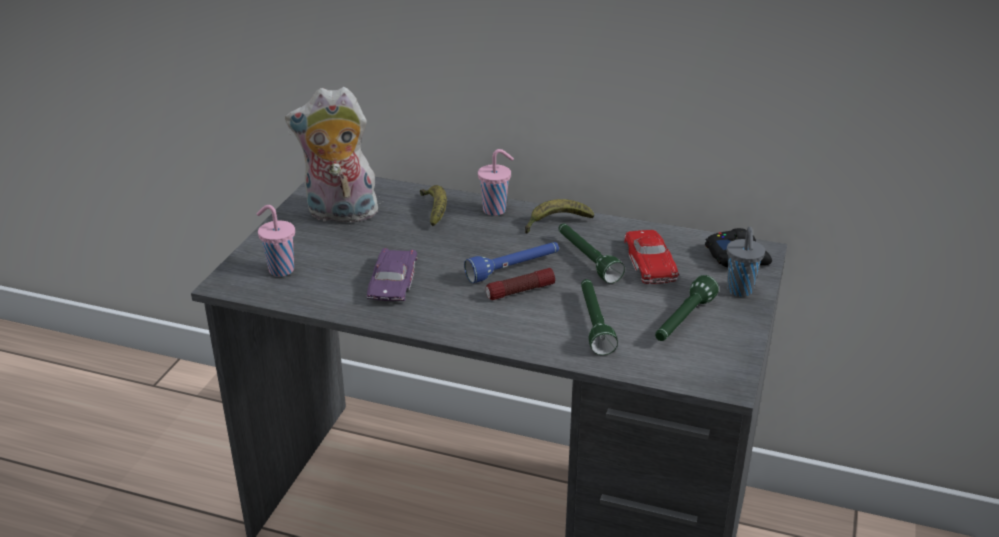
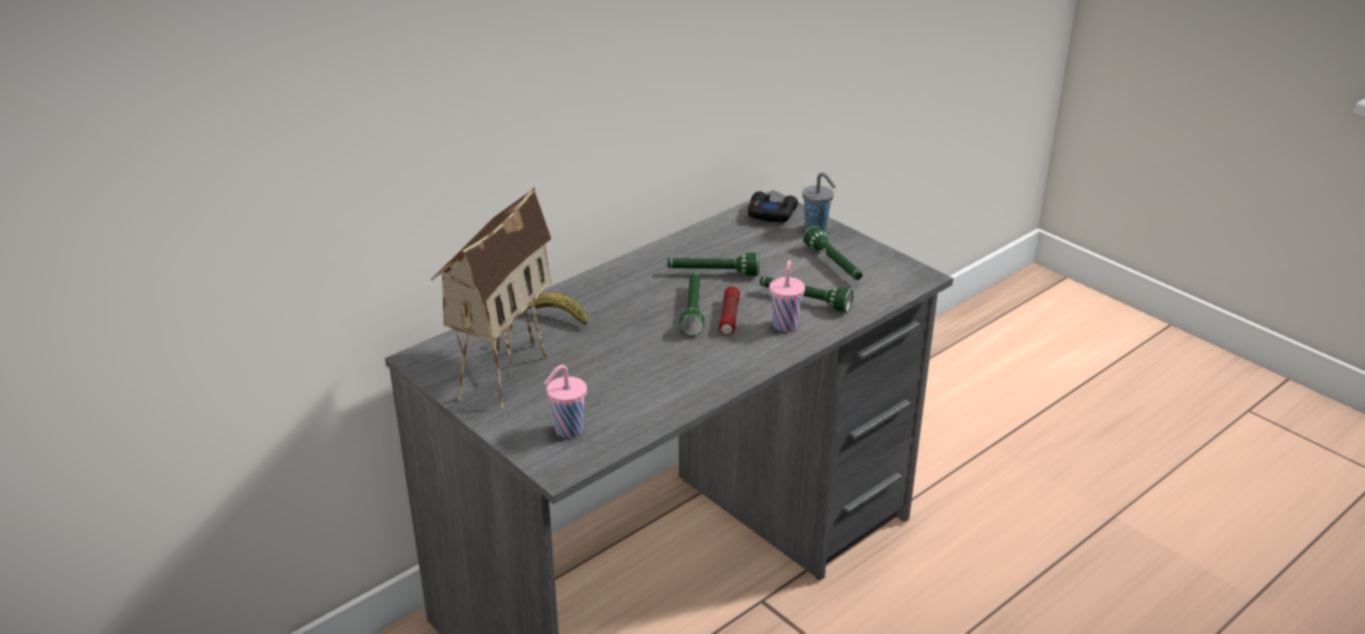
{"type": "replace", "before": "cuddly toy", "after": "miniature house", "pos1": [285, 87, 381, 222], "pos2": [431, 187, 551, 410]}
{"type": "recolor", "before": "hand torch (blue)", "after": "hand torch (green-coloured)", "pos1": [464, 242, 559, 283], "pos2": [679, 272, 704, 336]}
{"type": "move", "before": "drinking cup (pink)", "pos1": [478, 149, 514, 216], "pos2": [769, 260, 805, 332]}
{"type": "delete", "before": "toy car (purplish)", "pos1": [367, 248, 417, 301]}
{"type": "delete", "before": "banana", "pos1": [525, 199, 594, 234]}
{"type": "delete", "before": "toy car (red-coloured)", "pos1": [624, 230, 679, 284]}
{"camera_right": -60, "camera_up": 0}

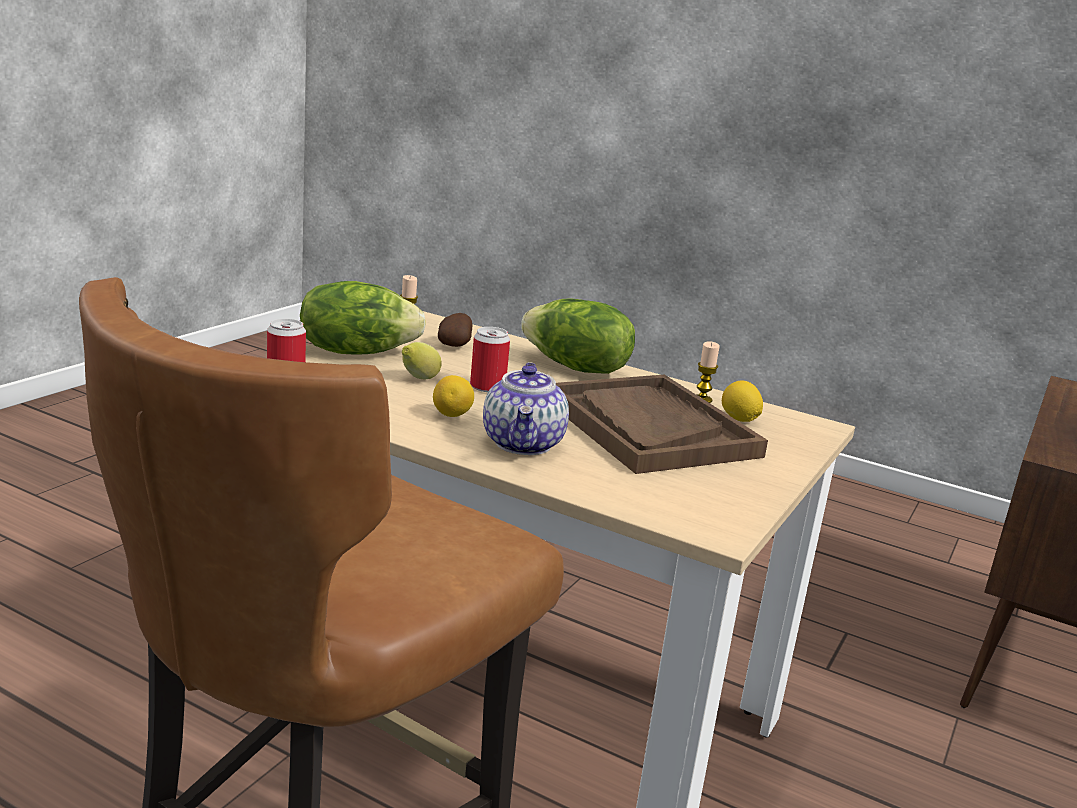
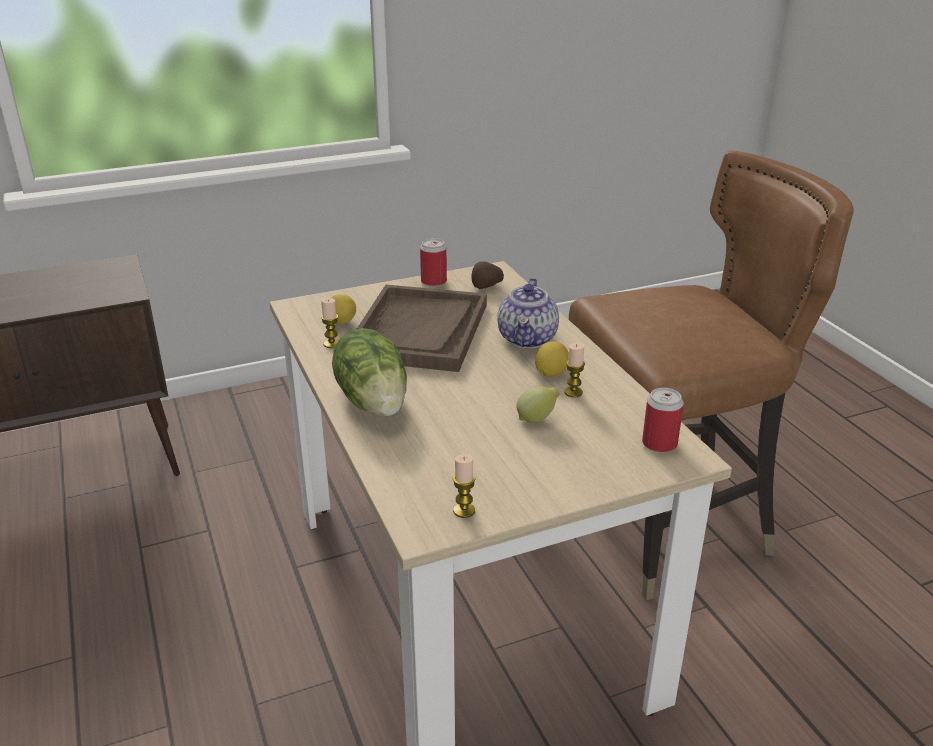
{"type": "move", "before": "sealed can", "pos1": [470, 327, 510, 392], "pos2": [420, 238, 447, 287]}
{"type": "move", "before": "potato", "pos1": [438, 313, 472, 347], "pos2": [471, 262, 504, 289]}
{"type": "rotate", "before": "teapot", "pos1": [483, 362, 569, 455], "pos2": [497, 278, 559, 348], "turn": 150}
{"type": "insert", "after": "wax light", "pos2": [564, 342, 585, 397]}
{"type": "delete", "before": "head of lettuce", "pos1": [300, 281, 426, 354]}
{"camera_right": -140, "camera_up": 10}

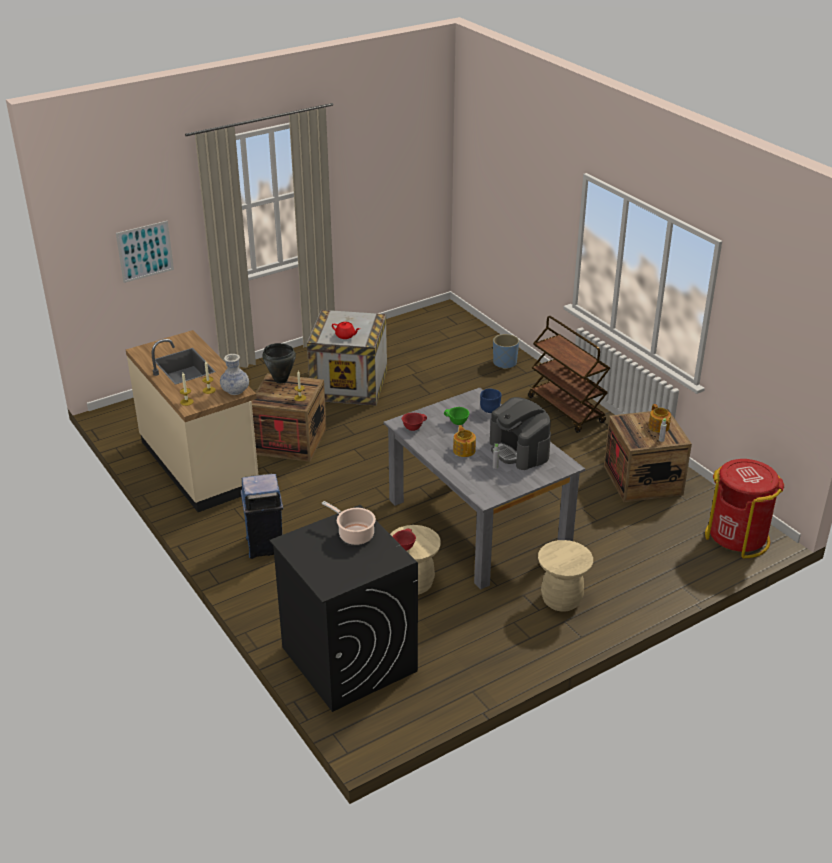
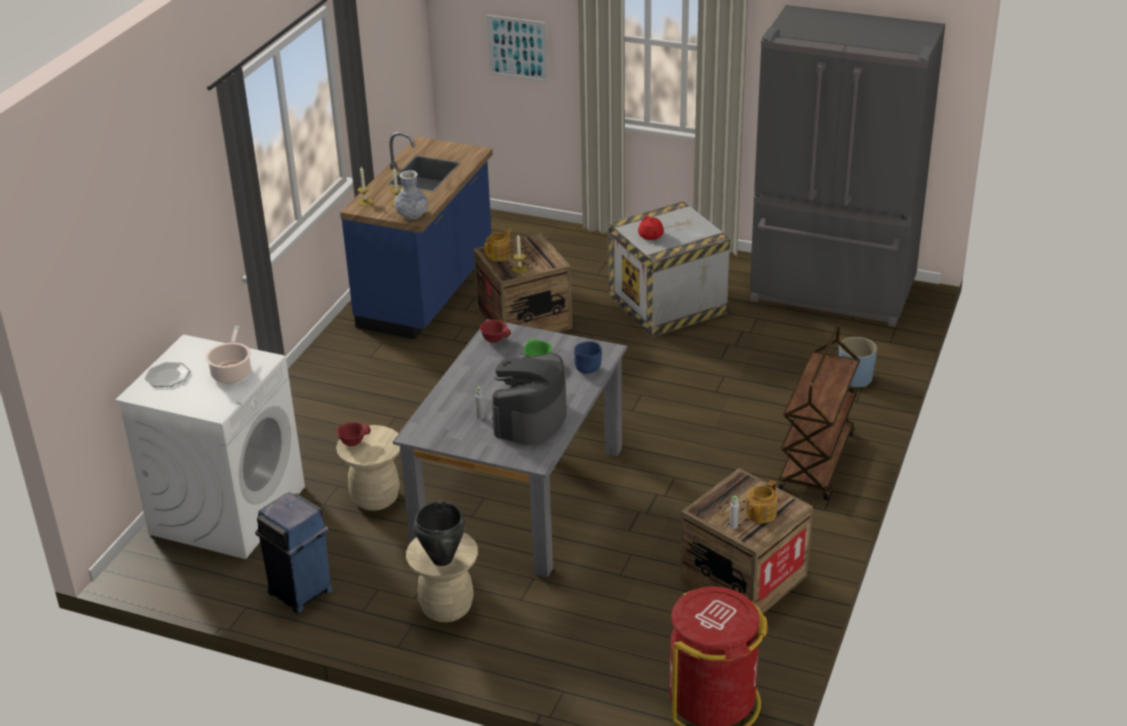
{"type": "recolor", "before": "laundry appliance (black)", "after": "laundry appliance (whitish)", "pos1": [270, 505, 418, 712], "pos2": [115, 334, 305, 559]}
{"type": "insert", "after": "plate", "pos2": [145, 362, 190, 387]}
{"type": "move", "before": "trash can (blue)", "pos1": [241, 473, 283, 559], "pos2": [255, 492, 332, 613]}
{"type": "recolor", "before": "counter (beige)", "after": "counter (blue)", "pos1": [126, 330, 258, 512], "pos2": [340, 132, 493, 339]}
{"type": "move", "before": "saucepot (black)", "pos1": [262, 343, 296, 383], "pos2": [413, 501, 465, 566]}
{"type": "move", "before": "teapot", "pos1": [453, 425, 476, 457], "pos2": [484, 229, 511, 261]}
{"type": "insert", "after": "kitchen fridge (gray)", "pos2": [750, 5, 945, 327]}
{"camera_right": 55, "camera_up": 0}

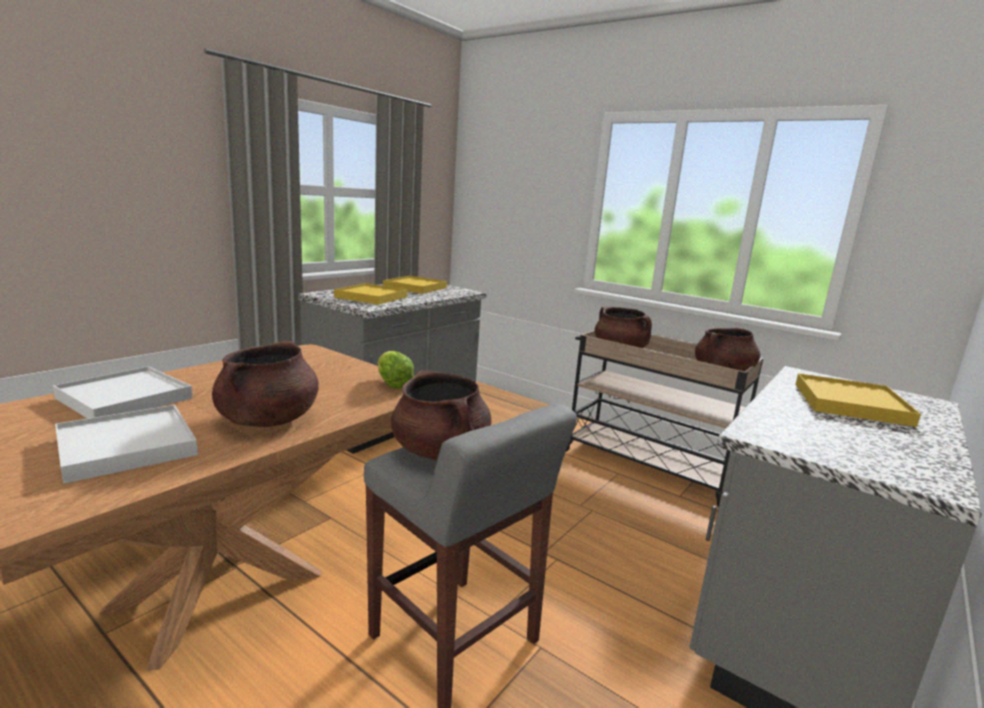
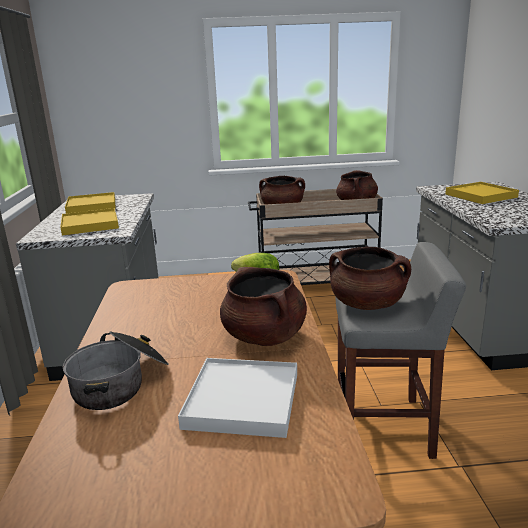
{"type": "replace", "before": "carrying tray (whitish)", "after": "saucepot", "pos1": [53, 366, 193, 419], "pos2": [63, 331, 169, 410]}
{"camera_right": -40, "camera_up": 5}

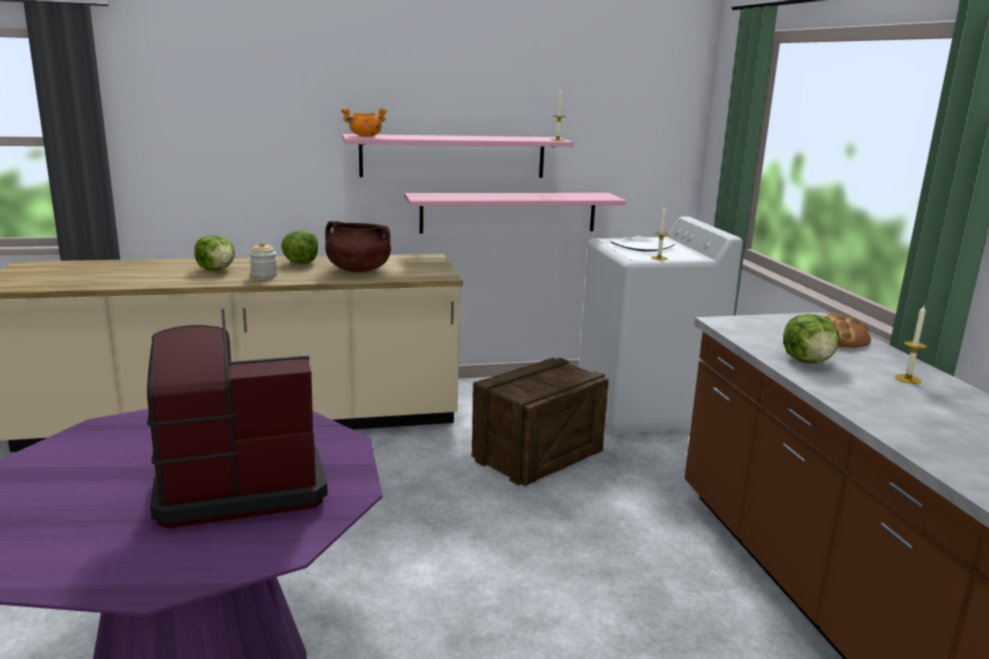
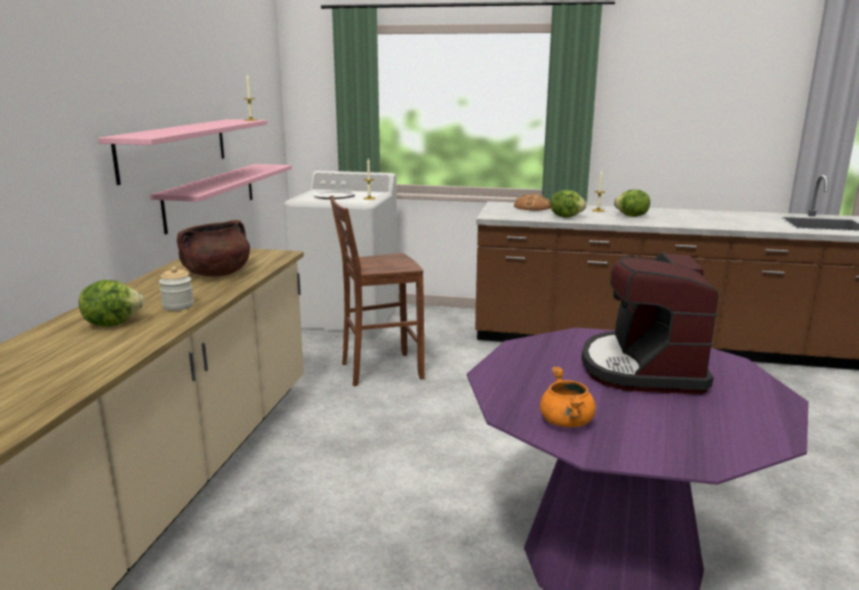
{"type": "replace", "before": "packing crate", "after": "stool (brownish)", "pos1": [471, 358, 609, 486], "pos2": [330, 196, 425, 386]}
{"type": "move", "before": "saucepot (orange)", "pos1": [341, 108, 387, 137], "pos2": [540, 367, 596, 427]}
{"type": "move", "before": "head of lettuce", "pos1": [281, 230, 318, 264], "pos2": [614, 189, 650, 217]}
{"camera_right": -65, "camera_up": 0}

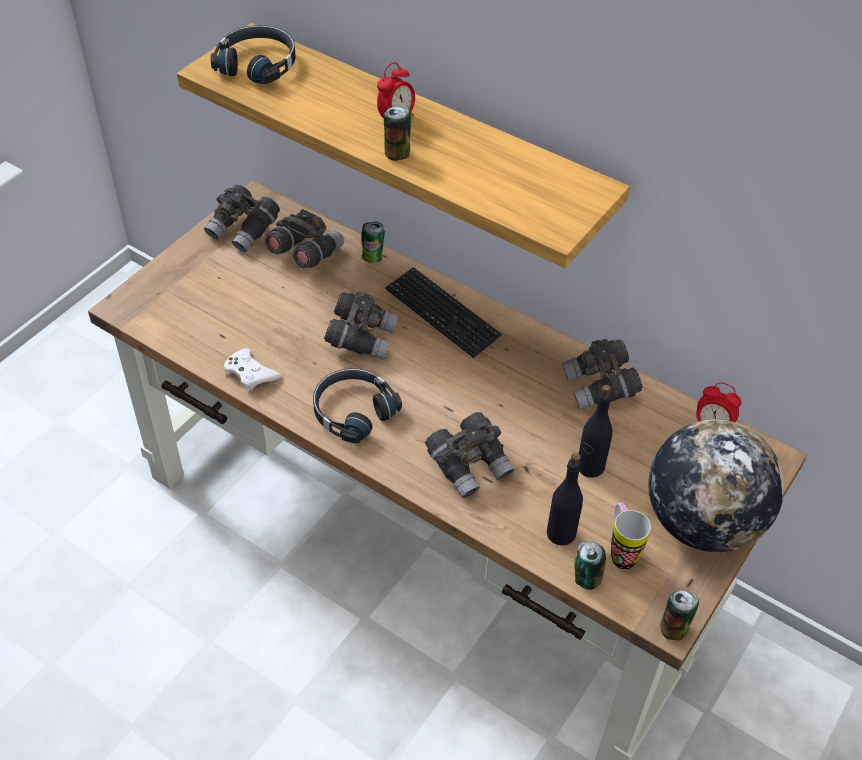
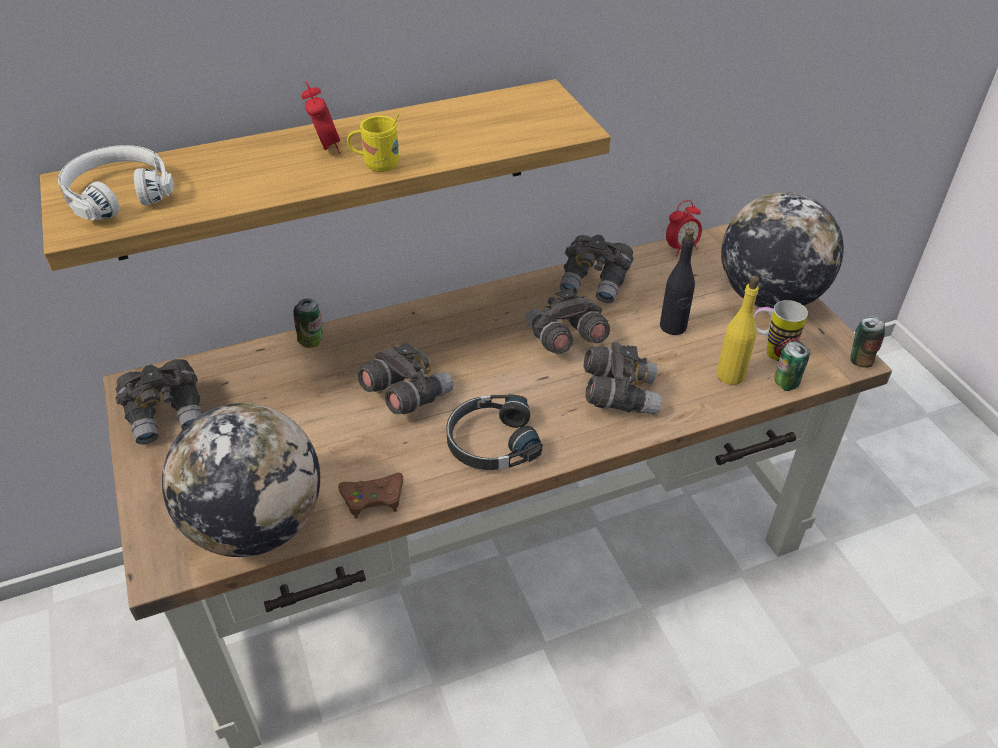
{"type": "recolor", "before": "pair of headphones (black)", "after": "pair of headphones (whitish)", "pos1": [210, 25, 296, 84], "pos2": [58, 145, 174, 221]}
{"type": "insert", "after": "world globe", "pos2": [162, 403, 320, 557]}
{"type": "recolor", "before": "joypad (whitish)", "after": "joypad (brownish)", "pos1": [224, 348, 282, 392], "pos2": [338, 473, 403, 519]}
{"type": "replace", "before": "sealed can", "after": "tea mug (yellow-coloured)", "pos1": [384, 106, 411, 161], "pos2": [347, 114, 399, 172]}
{"type": "move", "before": "pair of binoculars (gray)", "pos1": [265, 209, 344, 268], "pos2": [526, 288, 610, 354]}
{"type": "recolor", "before": "beverage bottle (black)", "after": "beverage bottle (yellow-coloured)", "pos1": [547, 453, 583, 546], "pos2": [716, 276, 759, 385]}
{"type": "delete", "before": "keyboard", "pos1": [385, 267, 502, 358]}
{"camera_right": -55, "camera_up": -5}

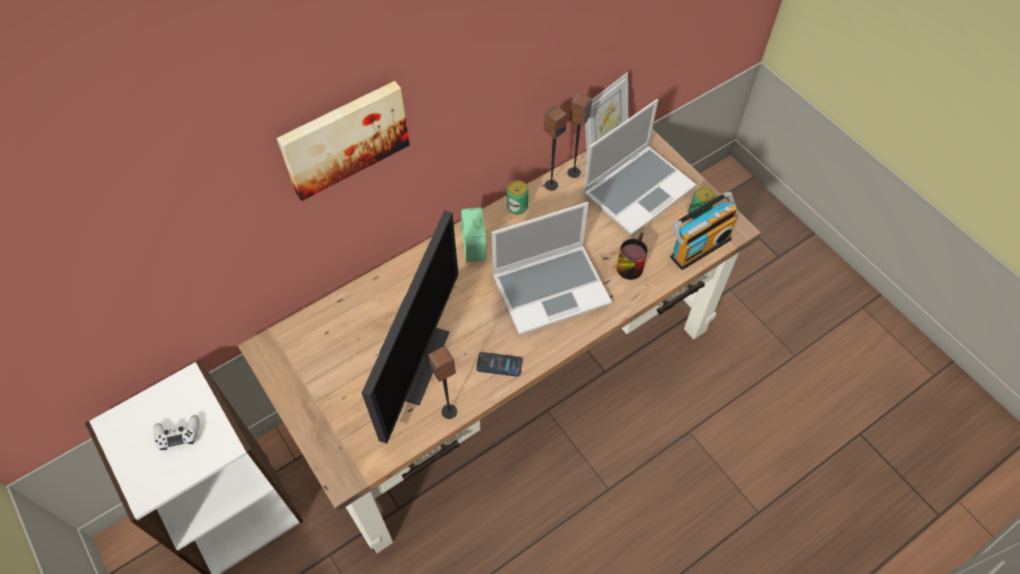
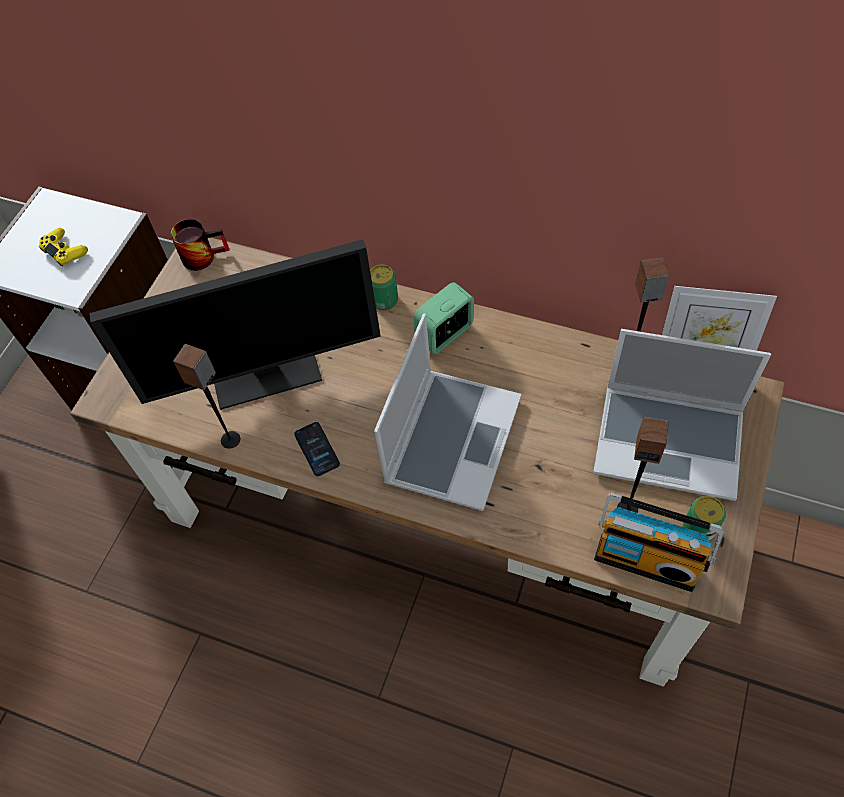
{"type": "recolor", "before": "joypad (whitish)", "after": "joypad (yellow-coloured)", "pos1": [154, 415, 199, 450], "pos2": [39, 228, 88, 267]}
{"type": "move", "before": "tea mug", "pos1": [617, 232, 648, 280], "pos2": [171, 219, 229, 271]}
{"type": "move", "before": "sealed can", "pos1": [507, 180, 528, 215], "pos2": [370, 264, 398, 310]}
{"type": "rotate", "before": "laptop", "pos1": [492, 202, 612, 335], "pos2": [374, 313, 521, 511], "turn": -105}
{"type": "move", "before": "speaker", "pos1": [544, 105, 567, 191], "pos2": [617, 417, 669, 513]}
{"type": "delete", "before": "wall picture", "pos1": [277, 81, 410, 201]}
{"camera_right": 60, "camera_up": 0}

